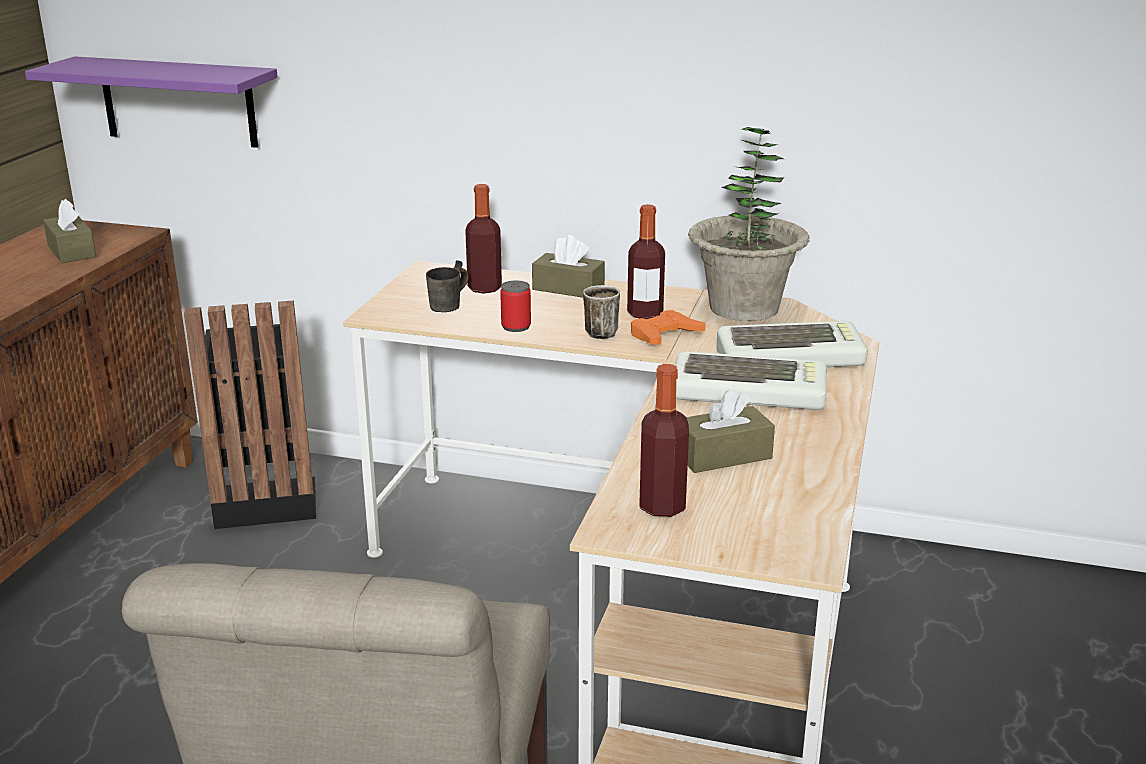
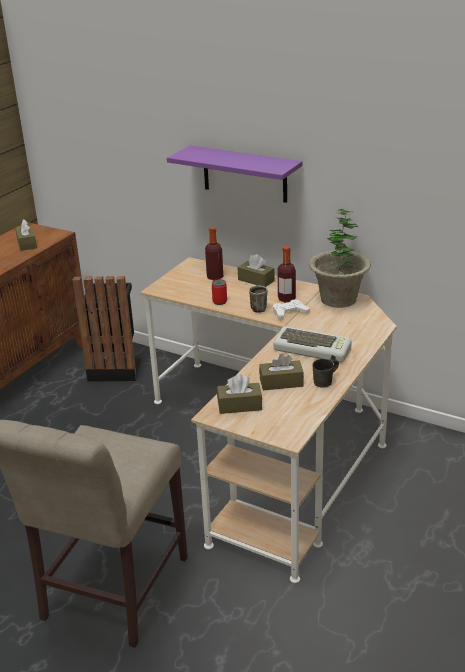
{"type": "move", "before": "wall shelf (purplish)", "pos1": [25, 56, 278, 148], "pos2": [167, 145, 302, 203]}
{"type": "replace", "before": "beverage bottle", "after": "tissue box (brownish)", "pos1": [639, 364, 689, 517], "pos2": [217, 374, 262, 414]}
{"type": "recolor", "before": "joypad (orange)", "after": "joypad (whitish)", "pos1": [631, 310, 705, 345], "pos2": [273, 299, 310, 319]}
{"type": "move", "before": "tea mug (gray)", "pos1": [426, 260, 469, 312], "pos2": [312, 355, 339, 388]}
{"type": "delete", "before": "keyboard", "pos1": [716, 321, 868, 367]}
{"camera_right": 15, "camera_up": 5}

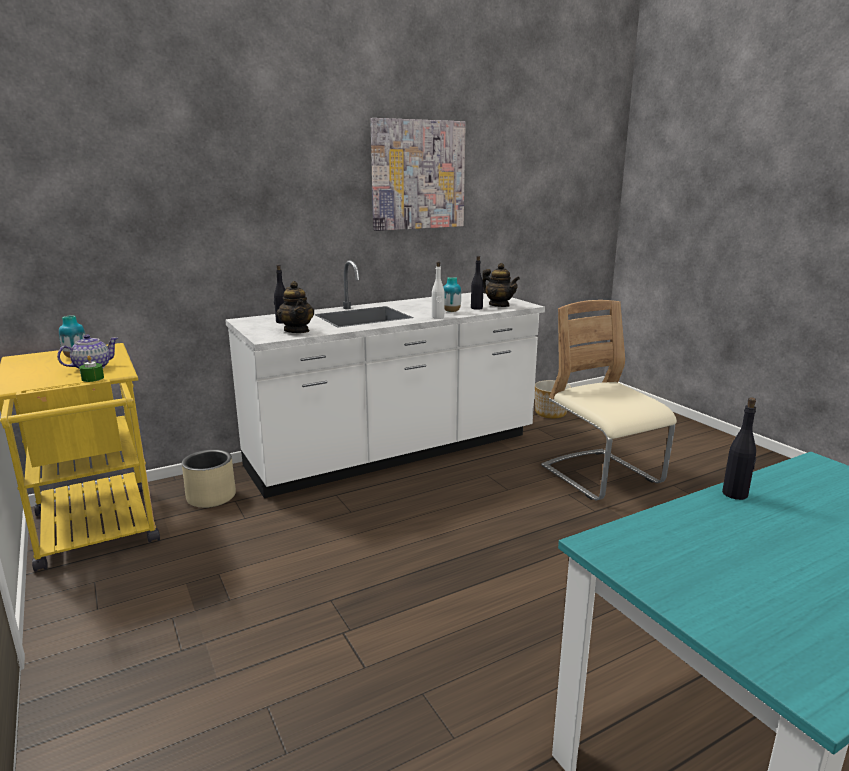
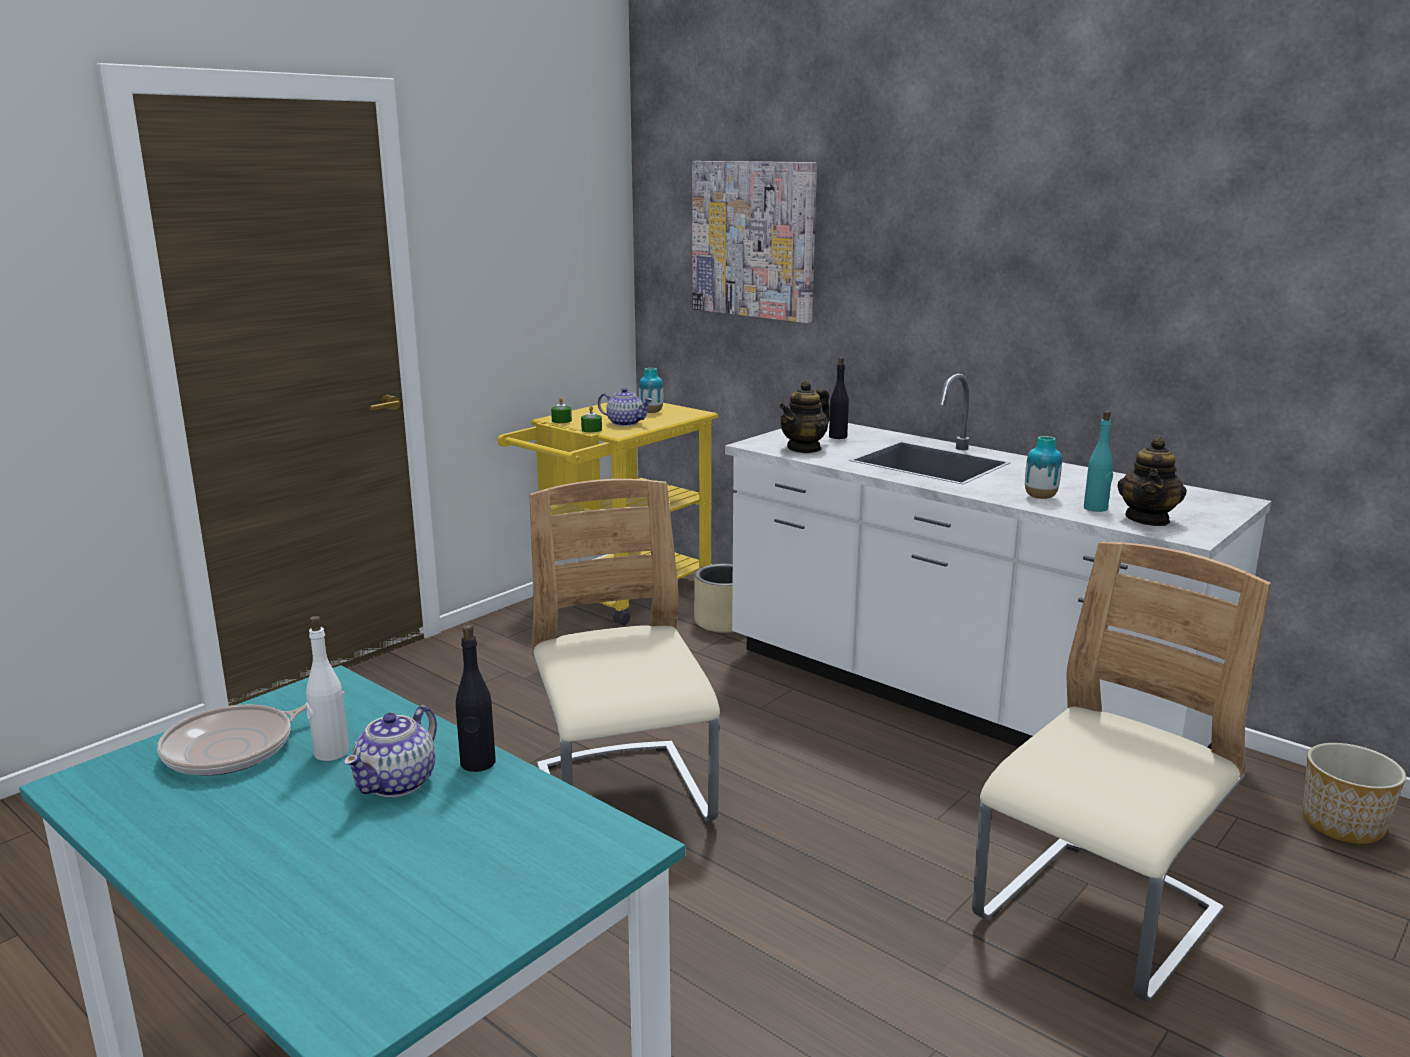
{"type": "insert", "after": "skillet", "pos2": [157, 691, 345, 776]}
{"type": "move", "before": "beverage bottle (whitish)", "pos1": [432, 262, 445, 319], "pos2": [306, 616, 349, 761]}
{"type": "insert", "after": "teapot", "pos2": [344, 705, 437, 797]}
{"type": "insert", "after": "chair (beige)", "pos2": [529, 479, 720, 821]}
{"type": "insert", "after": "wax light (green-coloured)", "pos2": [551, 397, 572, 423]}
{"type": "move", "before": "wall picture", "pos1": [370, 118, 466, 231], "pos2": [692, 161, 817, 323]}
{"type": "recolor", "before": "beverage bottle (black)", "after": "beverage bottle (blue-green)", "pos1": [471, 256, 484, 310], "pos2": [1084, 411, 1113, 512]}
{"camera_right": 70, "camera_up": 0}

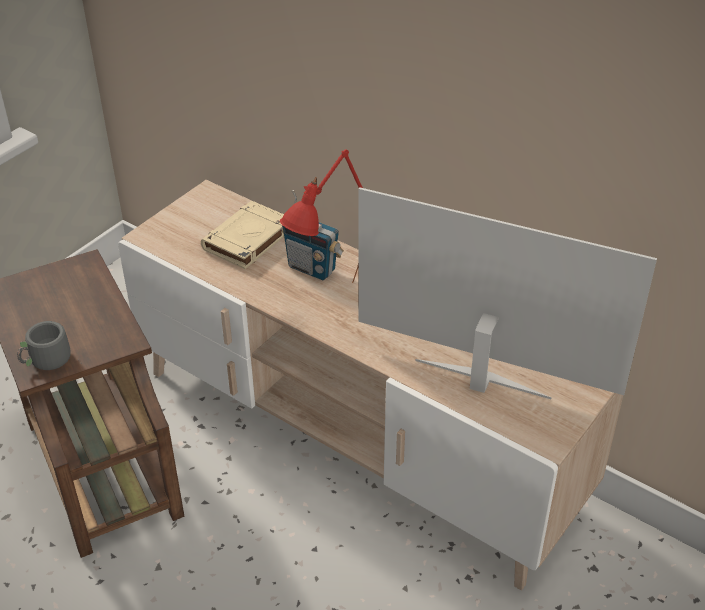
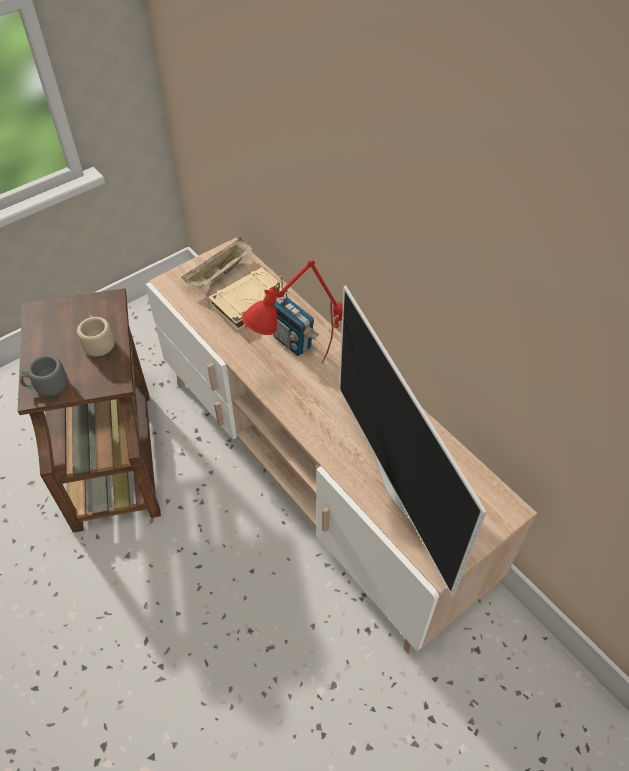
{"type": "insert", "after": "tea mug (beige)", "pos2": [77, 314, 115, 364]}
{"type": "insert", "after": "carrying tray (beige)", "pos2": [181, 238, 253, 289]}
{"type": "rotate", "before": "TV set", "pos1": [359, 187, 657, 399], "pos2": [339, 285, 487, 596], "turn": -150}
{"camera_right": 15, "camera_up": 10}

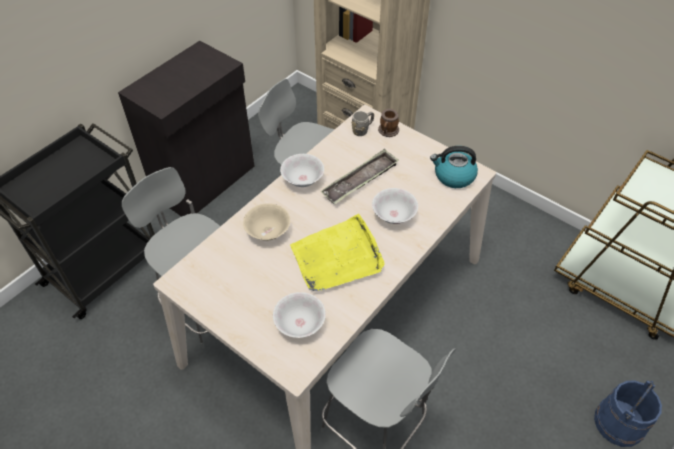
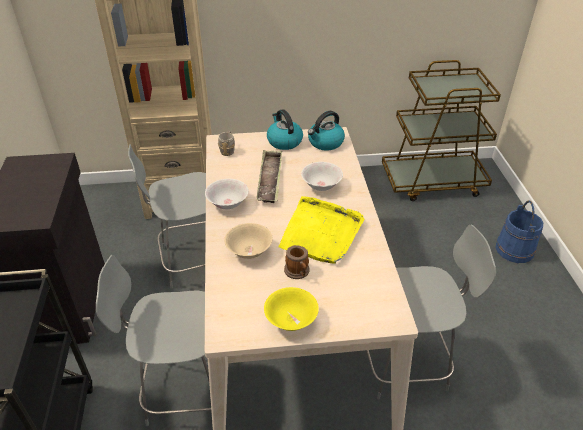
{"type": "insert", "after": "bowl (yellow-coloured)", "pos2": [264, 287, 319, 331]}
{"type": "insert", "after": "water kettle", "pos2": [267, 109, 303, 150]}
{"type": "move", "before": "tea mug", "pos1": [378, 109, 399, 137], "pos2": [284, 245, 310, 279]}
{"type": "delete", "before": "bowl (whitish)", "pos1": [273, 292, 326, 338]}
{"camera_right": -45, "camera_up": -10}

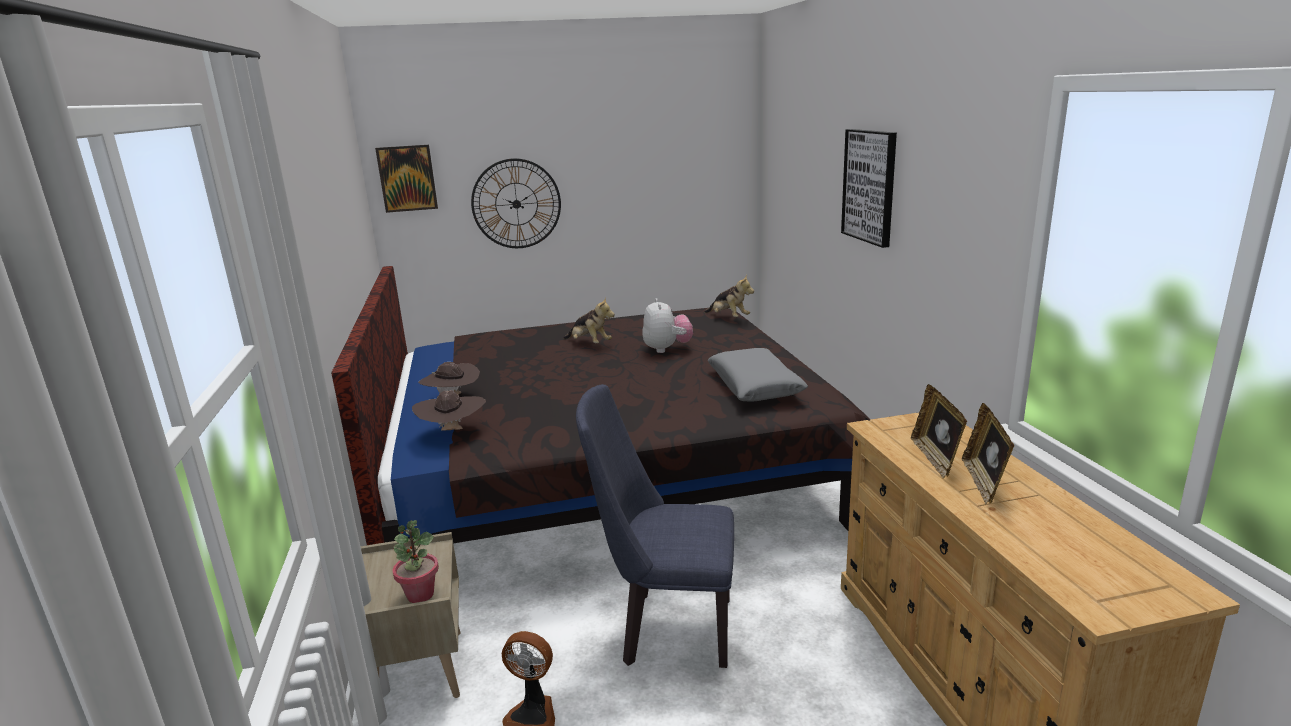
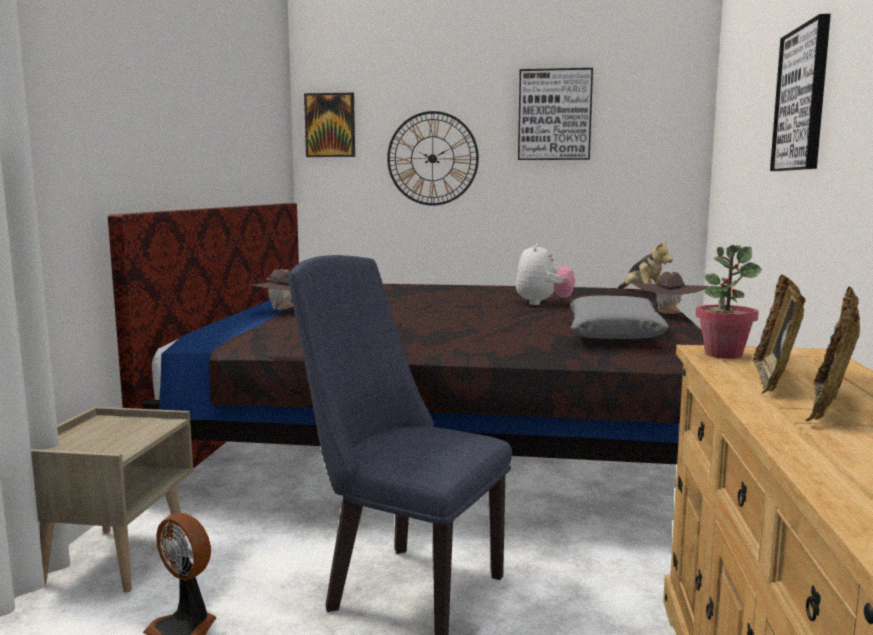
{"type": "insert", "after": "wall picture", "pos2": [518, 68, 593, 160]}
{"type": "move", "before": "hat (brownish)", "pos1": [412, 390, 486, 431], "pos2": [633, 272, 709, 314]}
{"type": "move", "before": "houseplant", "pos1": [392, 520, 439, 603], "pos2": [695, 245, 762, 359]}
{"type": "delete", "before": "cuddly toy", "pos1": [563, 297, 615, 343]}
{"camera_right": 20, "camera_up": -10}

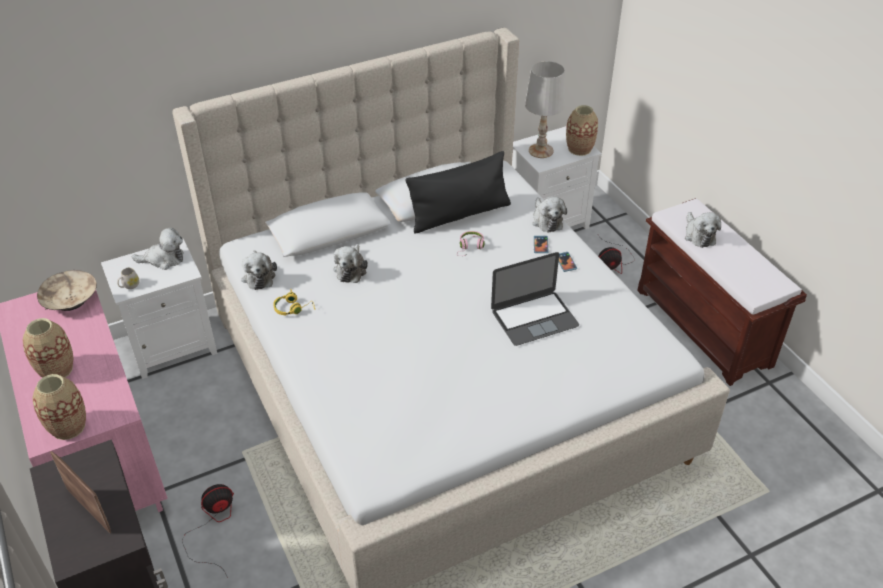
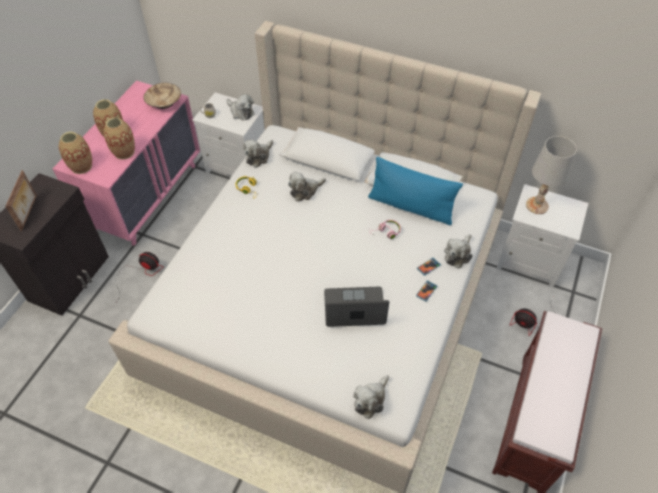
{"type": "move", "before": "decorative vase", "pos1": [566, 105, 598, 156], "pos2": [103, 117, 135, 159]}
{"type": "rotate", "before": "laptop", "pos1": [491, 252, 579, 346], "pos2": [324, 287, 389, 327], "turn": 150}
{"type": "move", "before": "cuddly toy", "pos1": [685, 212, 721, 248], "pos2": [353, 375, 389, 419]}
{"type": "recolor", "before": "pillow (black)", "after": "pillow (blue)", "pos1": [405, 151, 511, 233], "pos2": [368, 157, 463, 225]}
{"camera_right": 50, "camera_up": 10}

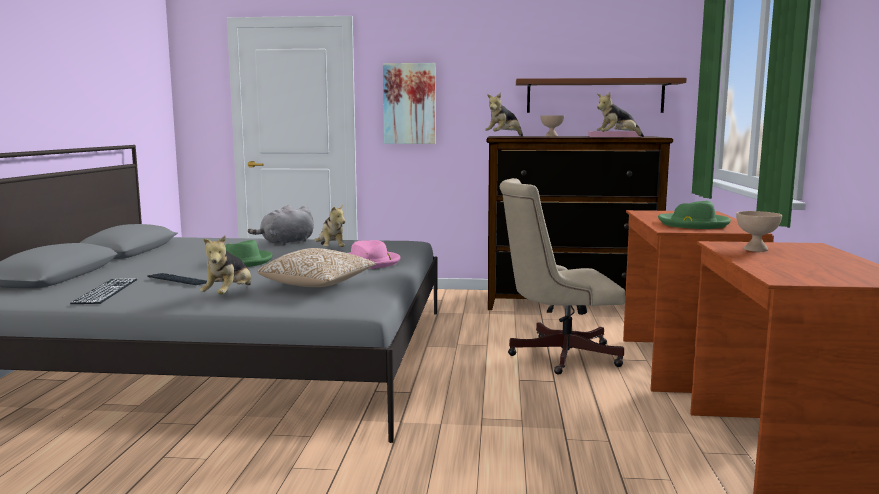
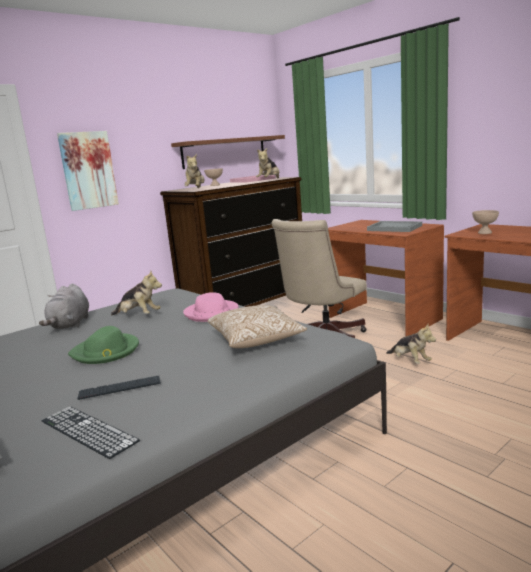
{"type": "replace", "before": "hat (green-coloured)", "after": "carrying tray (gray)", "pos1": [658, 201, 731, 229], "pos2": [367, 221, 422, 232]}
{"type": "move", "before": "cuddly toy", "pos1": [200, 236, 251, 294], "pos2": [386, 324, 436, 364]}
{"camera_right": -45, "camera_up": 5}

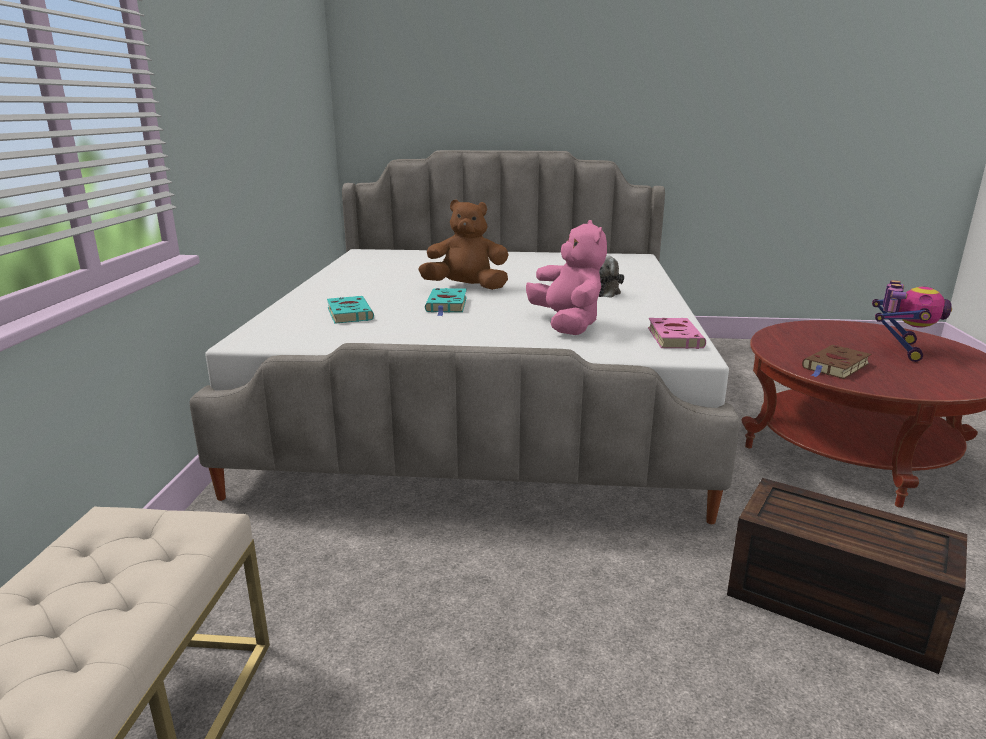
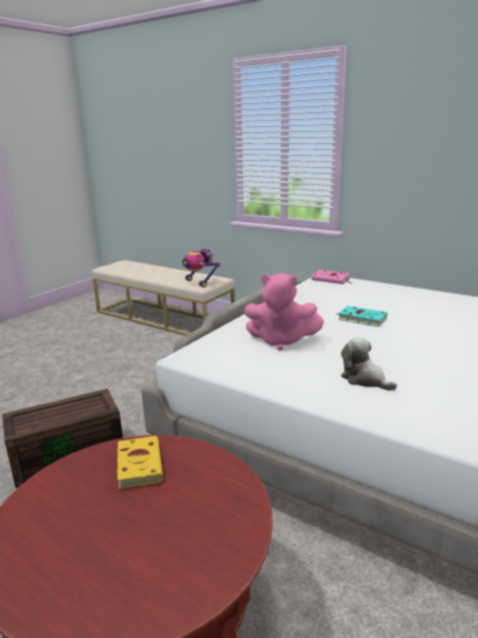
{"type": "recolor", "before": "book (brownish)", "after": "book (yellow-coloured)", "pos1": [802, 345, 871, 379], "pos2": [117, 436, 163, 489]}
{"type": "move", "before": "robot figure", "pos1": [872, 280, 952, 362], "pos2": [182, 248, 220, 287]}
{"type": "move", "before": "book (pink)", "pos1": [648, 318, 706, 349], "pos2": [312, 270, 351, 284]}
{"type": "delete", "before": "book (blue-green)", "pos1": [327, 296, 374, 324]}
{"type": "delete", "before": "cuddly toy (brownish)", "pos1": [418, 200, 509, 290]}
{"camera_right": 120, "camera_up": 0}

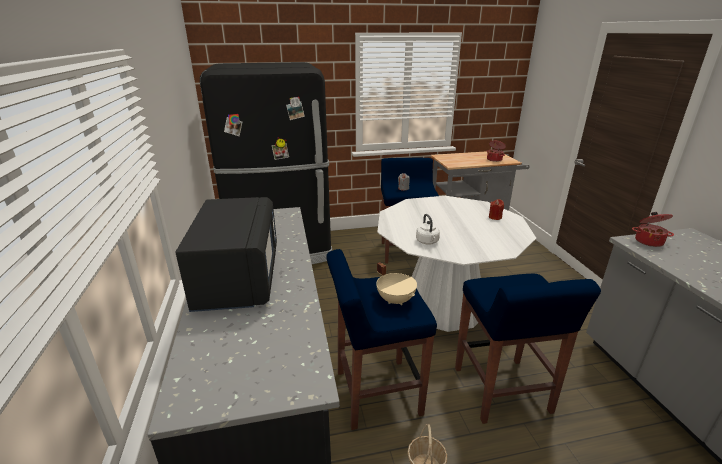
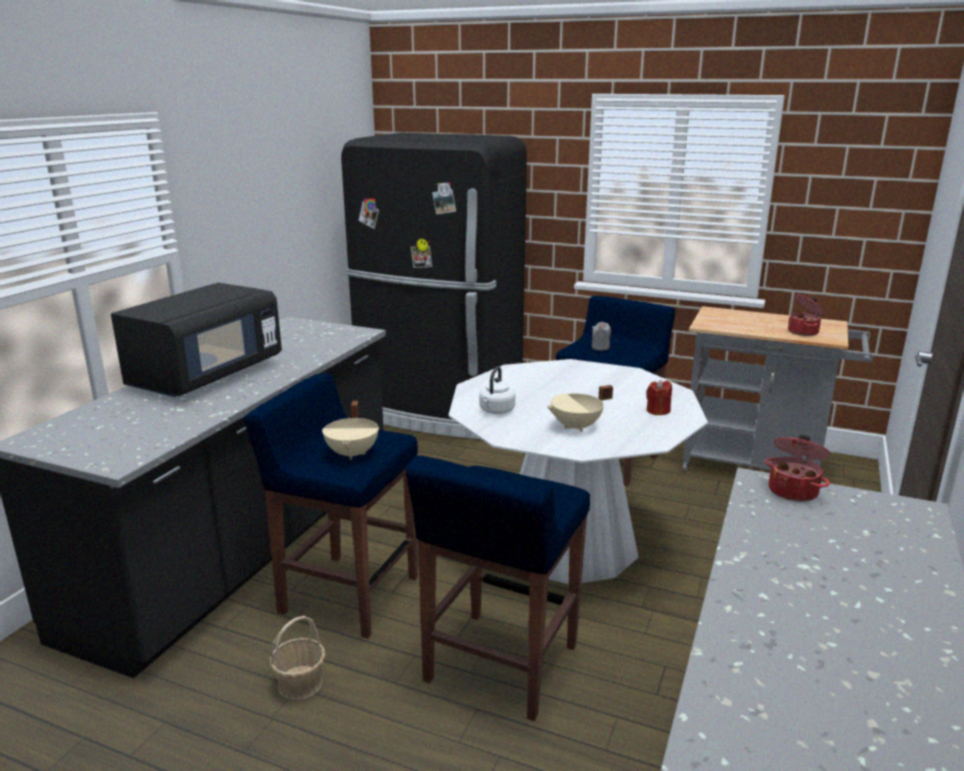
{"type": "insert", "after": "saucepot (beige)", "pos2": [547, 385, 613, 432]}
{"camera_right": 35, "camera_up": -5}

